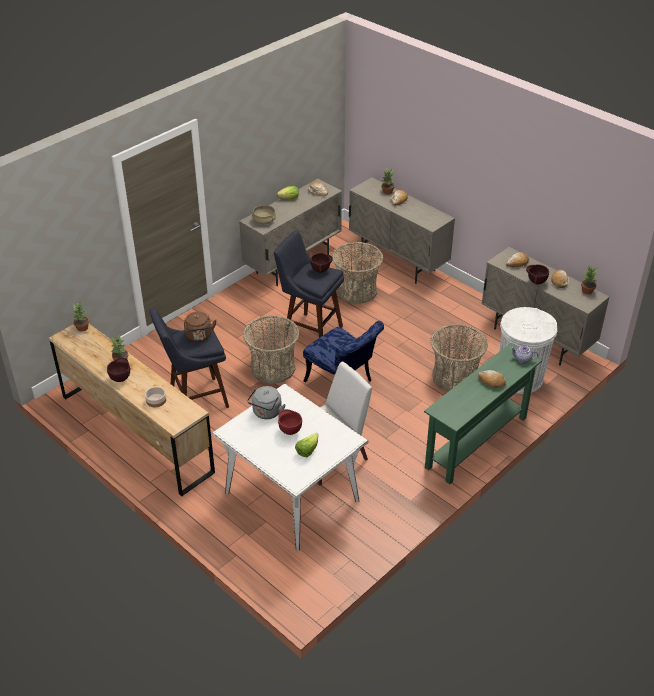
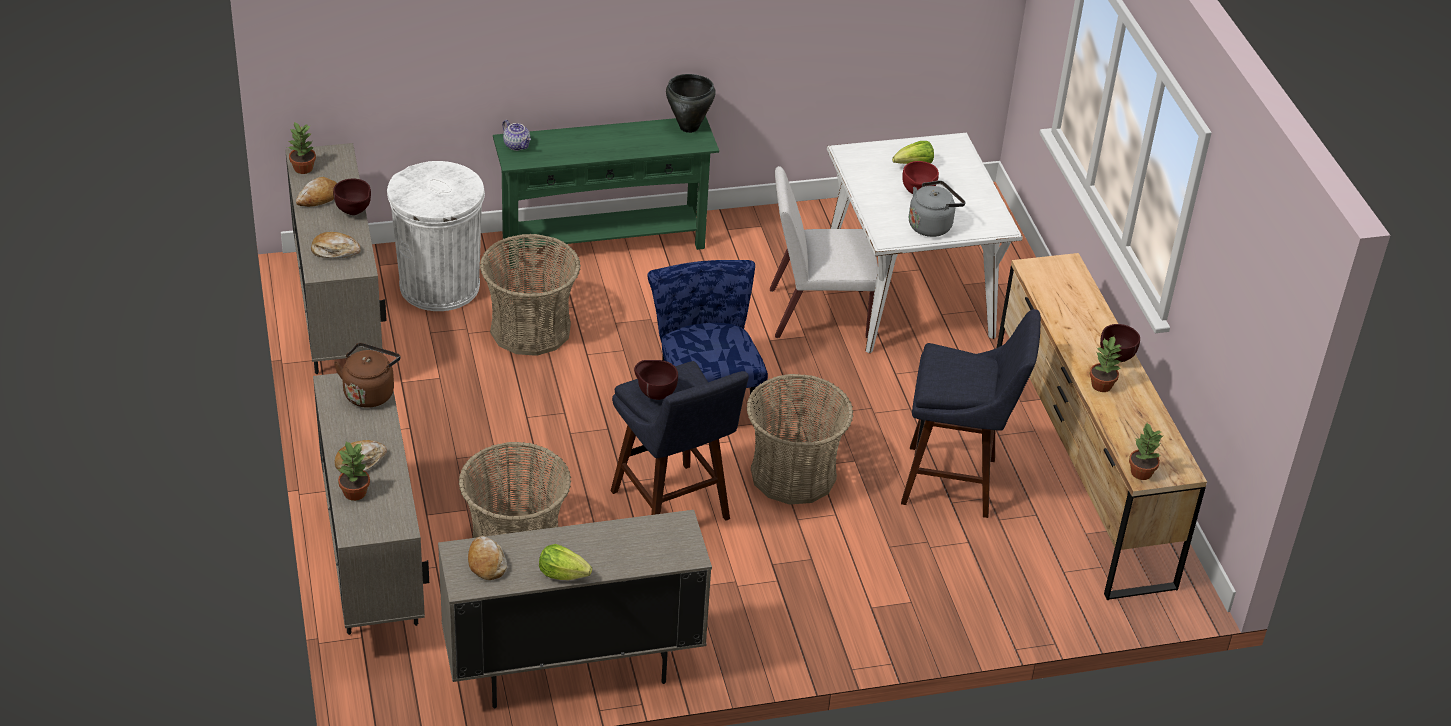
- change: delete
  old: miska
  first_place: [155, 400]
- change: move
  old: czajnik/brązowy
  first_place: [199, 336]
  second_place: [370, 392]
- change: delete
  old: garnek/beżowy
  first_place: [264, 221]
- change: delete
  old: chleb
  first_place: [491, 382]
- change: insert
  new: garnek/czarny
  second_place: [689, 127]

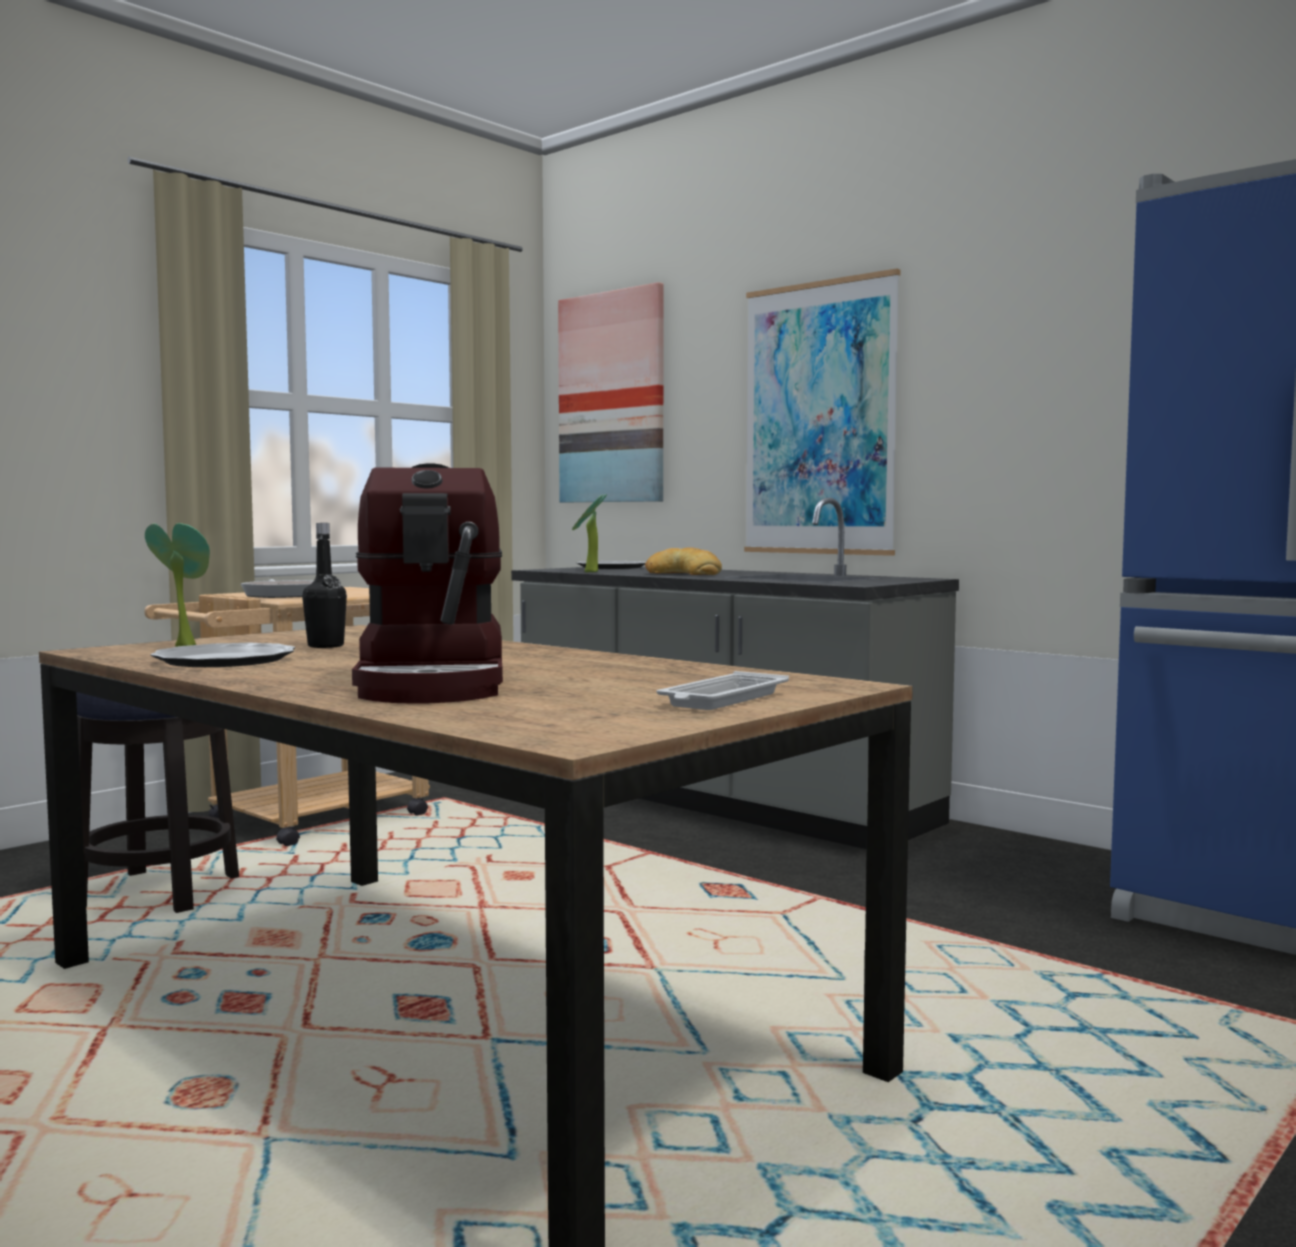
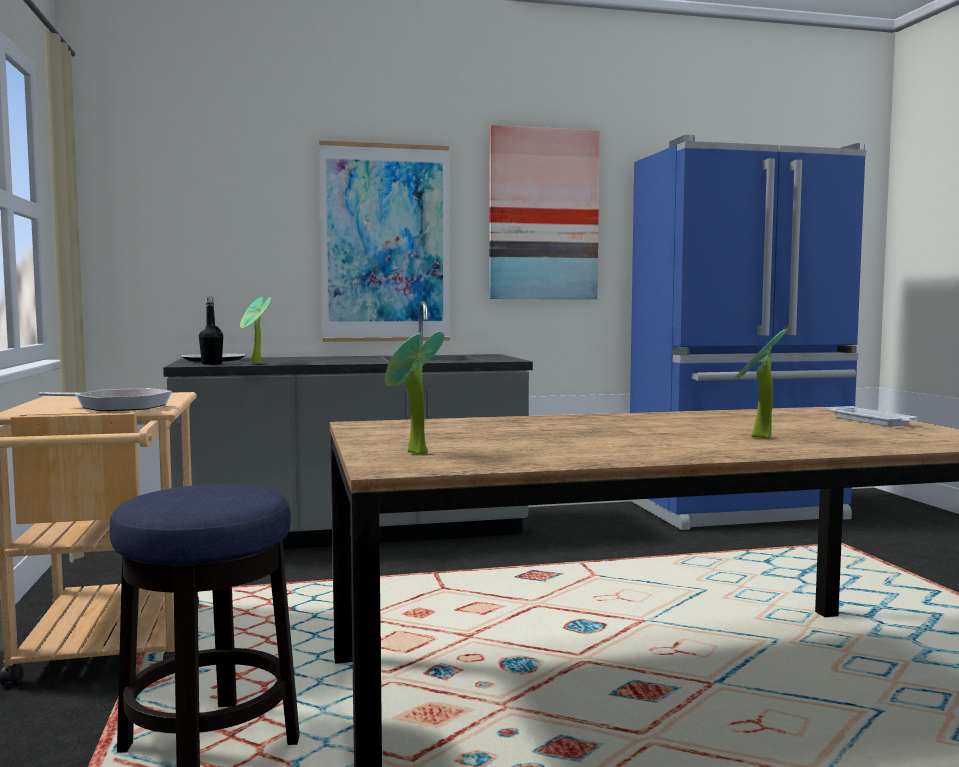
- change: delete
  old: talerz
  first_place: [224, 660]
- change: move
  old: butelka/czarny
  first_place: [325, 646]
  second_place: [211, 364]
- change: replace
  old: ekspres do kawy
  new: roślina doniczkowa
  first_place: [435, 683]
  second_place: [758, 438]
- change: move
  old: obraz
  first_place: [612, 398]
  second_place: [543, 214]
- change: delete
  old: chleb
  first_place: [685, 573]

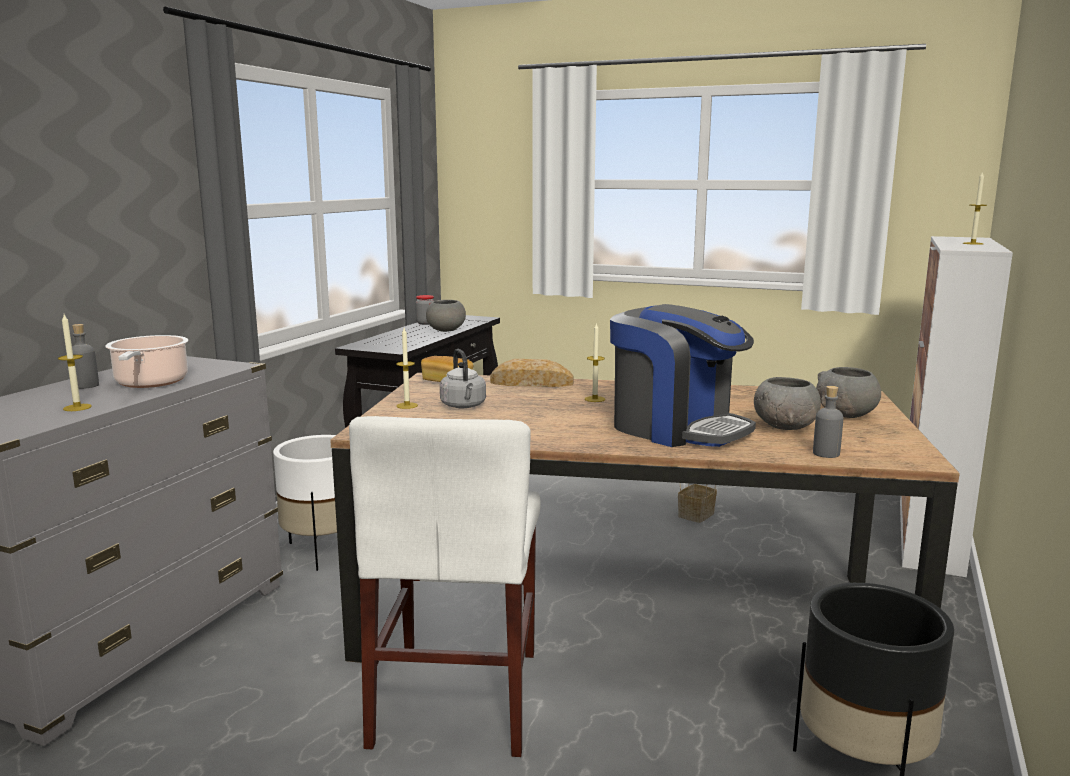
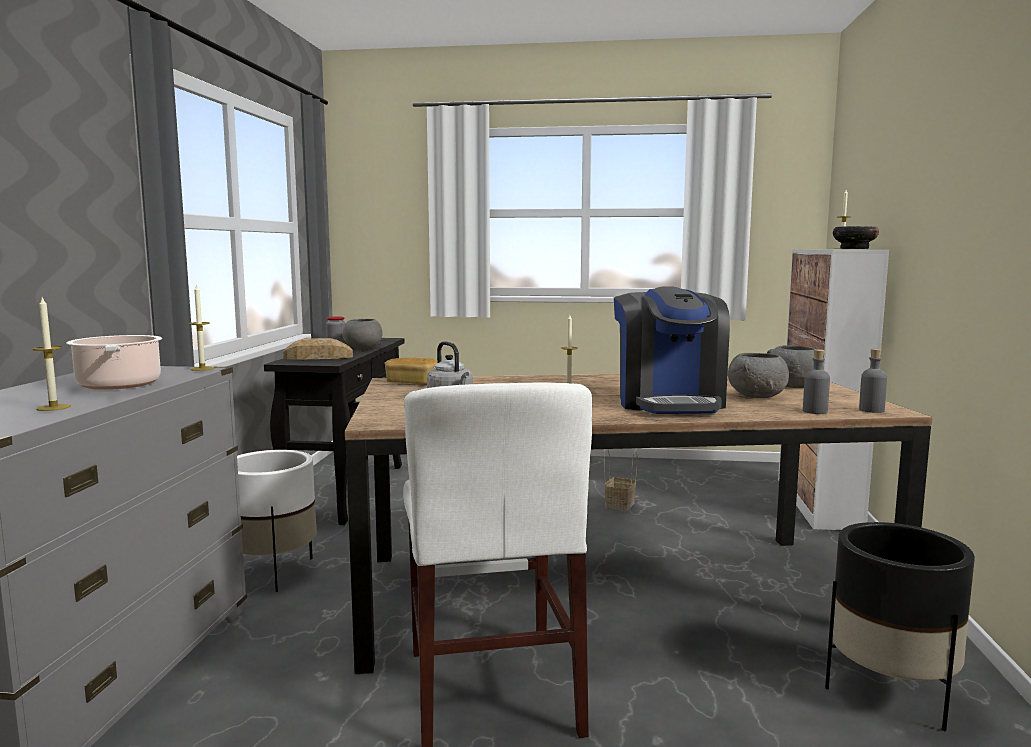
- change: move
  old: butelka/szary
  first_place: [86, 386]
  second_place: [871, 410]
- change: move
  old: świeca
  first_place: [407, 405]
  second_place: [202, 368]
- change: move
  old: chleb
  first_place: [531, 383]
  second_place: [318, 357]
- change: rotate
  old: ekspres do kawy
  first_place: [677, 428]
  second_place: [669, 403]
  degrees: 60
- change: insert
  new: miska
  second_place: [853, 249]

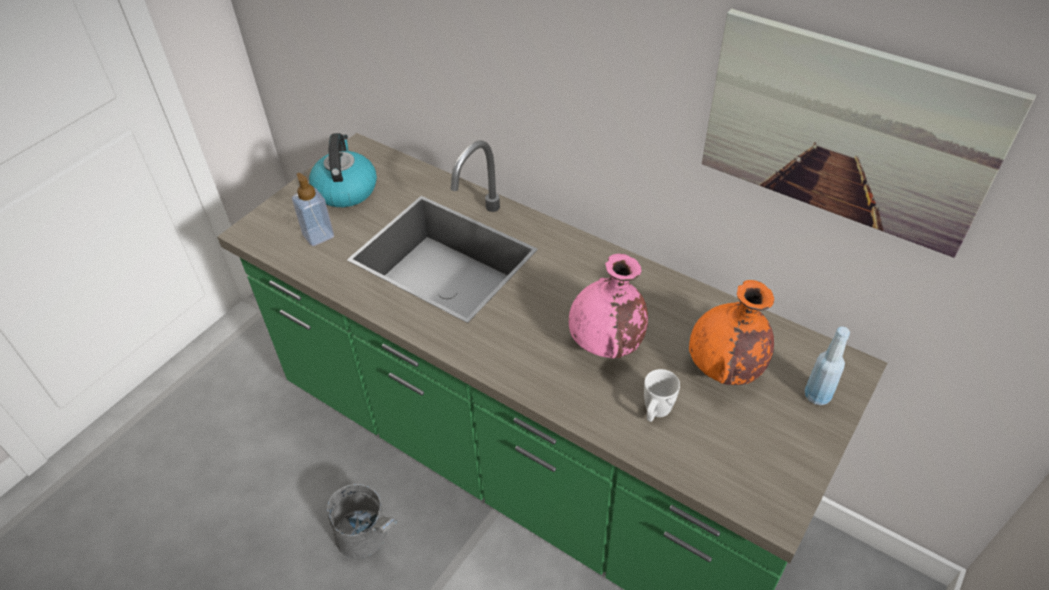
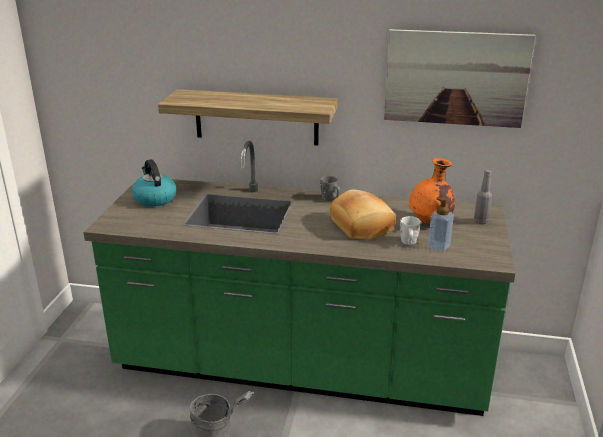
- change: move
  old: dozownik mydła
  first_place: [318, 235]
  second_place: [438, 246]
- change: replace
  old: wazon/różowy
  new: chleb
  first_place: [607, 345]
  second_place: [363, 226]
- change: recolor
  old: butelka/niebieski
  new: butelka/szary
  first_place: [817, 396]
  second_place: [481, 221]
- change: insert
  new: półka
  second_place: [256, 117]
- change: insert
  new: kubek/szary
  second_place: [330, 199]

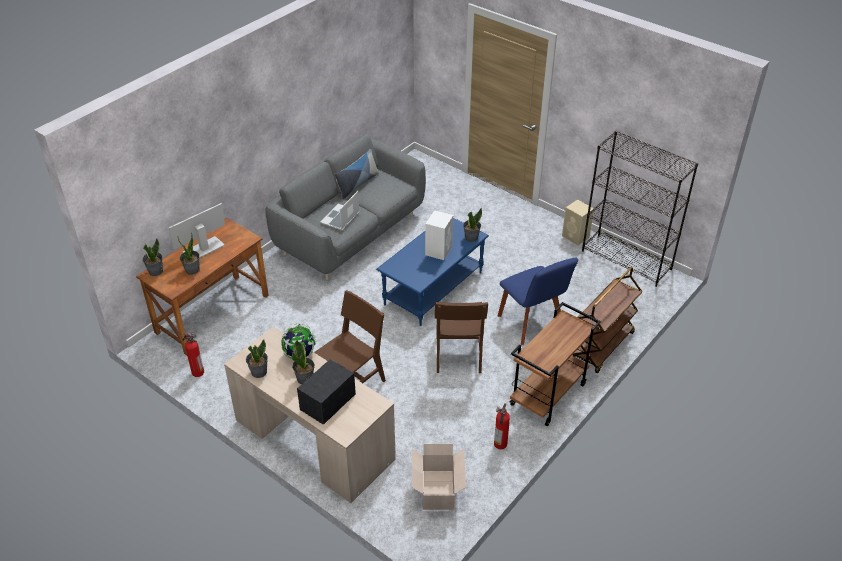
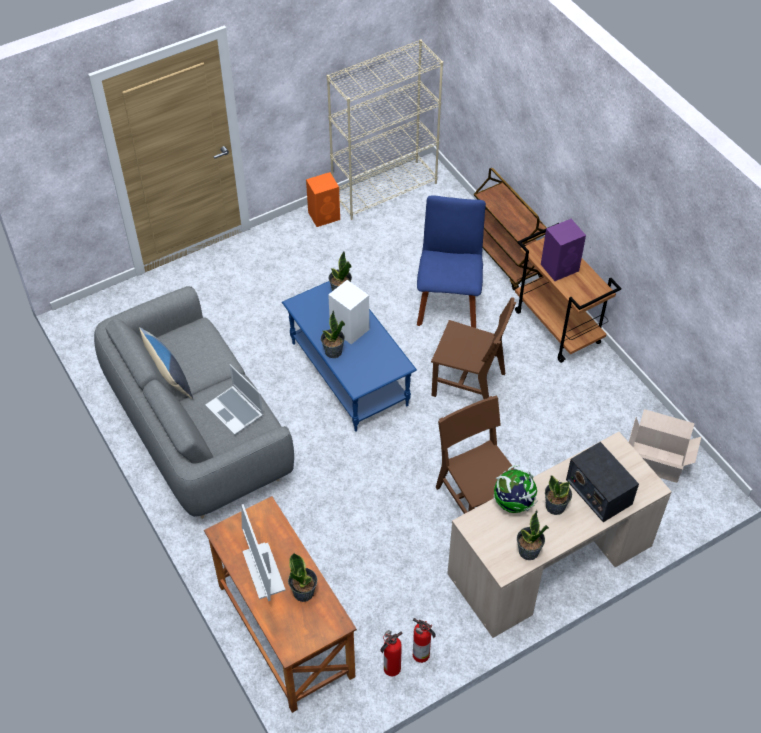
- change: move
  old: roślina doniczkowa
  first_place: [155, 271]
  second_place: [333, 351]
- change: move
  old: gaśnica
  first_place: [500, 444]
  second_place: [422, 655]
- change: rotate
  old: krzesło/niebieski
  first_place: [532, 324]
  second_place: [448, 303]
  degrees: -75
- change: recolor
  old: głośnik/beżowy
  new: głośnik/pomarańczowy
  first_place: [576, 237]
  second_place: [325, 215]
- change: recolor
  old: regał/czarny
  new: regał/beżowy
  first_place: [627, 260]
  second_place: [385, 189]
- change: insert
  new: głośnik/fioletowy
  second_place: [560, 267]

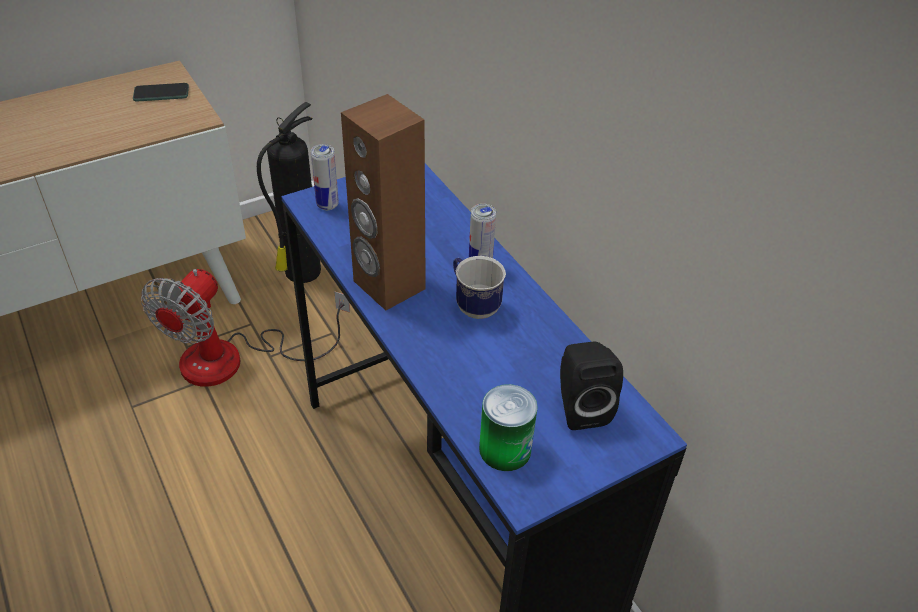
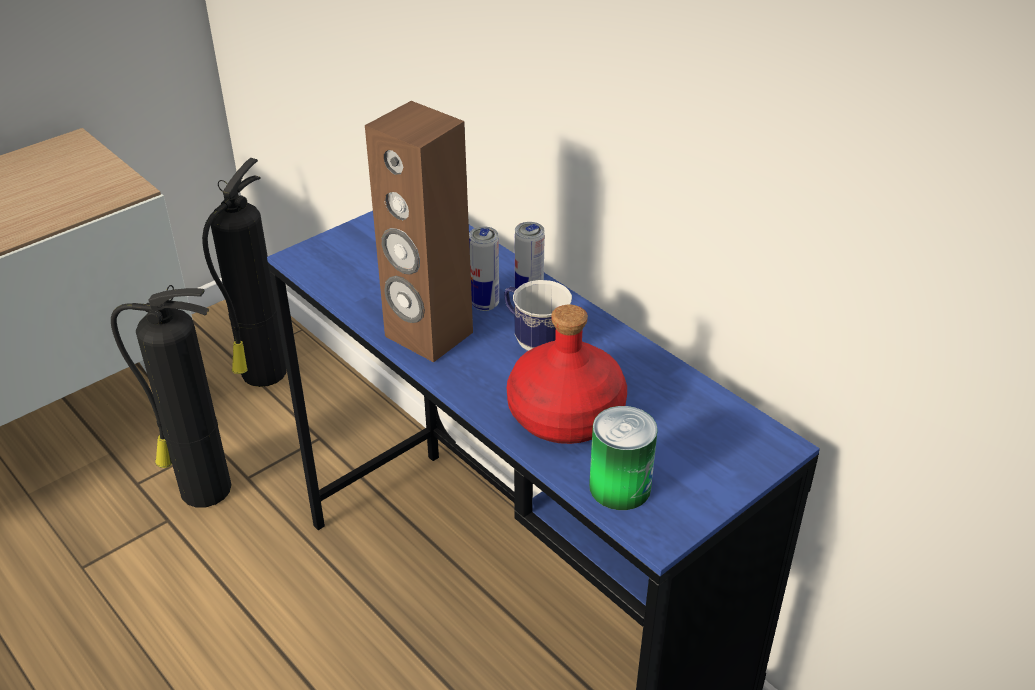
- change: delete
  old: telefon
  first_place: [161, 93]
- change: replace
  old: wentylator
  new: gaśnica
  first_place: [234, 359]
  second_place: [202, 489]
- change: move
  old: puszka
  first_place: [327, 205]
  second_place: [485, 304]
- change: delete
  old: głośnik/czarny
  first_place: [580, 407]
- change: insert
  new: butelka/czerwony
  second_place: [566, 415]

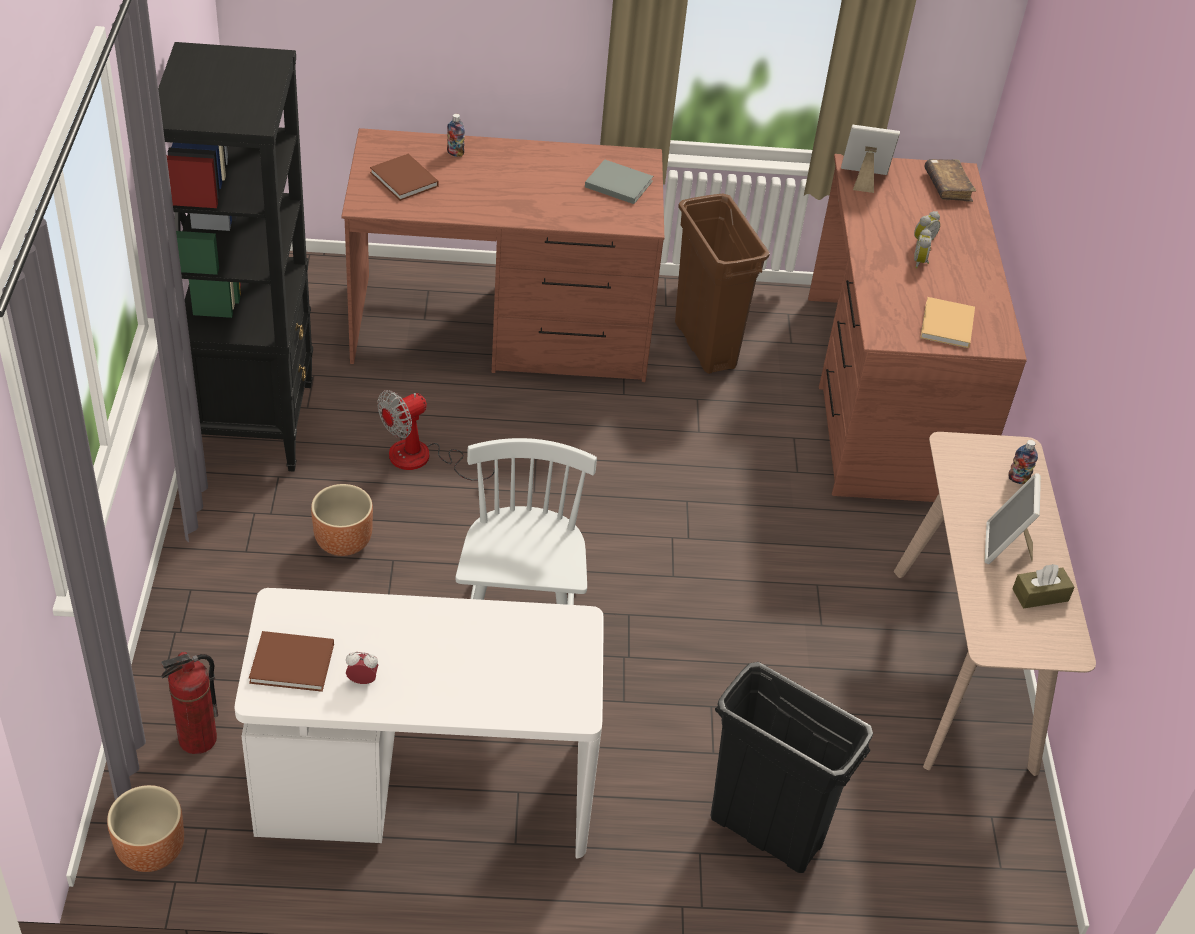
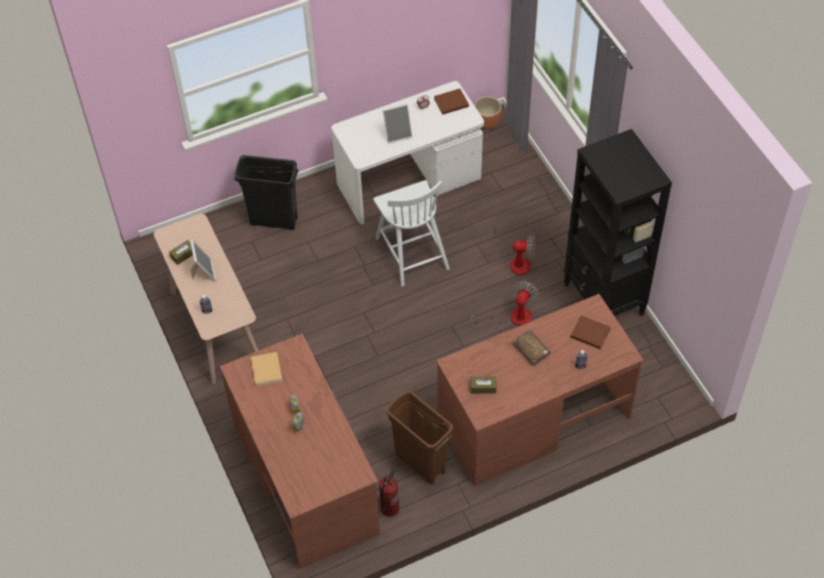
- change: move
  old: gaśnica
  first_place: [197, 740]
  second_place: [389, 508]
- change: replace
  old: donica/brązowy
  new: wentylator
  first_place: [343, 542]
  second_place: [515, 261]
- change: replace
  old: książka/szary
  new: pudełko chusteczek/brązowy
  first_place: [617, 183]
  second_place: [483, 388]
- change: move
  old: ramka na zdjęcie
  first_place: [863, 179]
  second_place: [397, 134]
- change: move
  old: książka/brązowy
  first_place: [947, 187]
  second_place: [531, 350]

